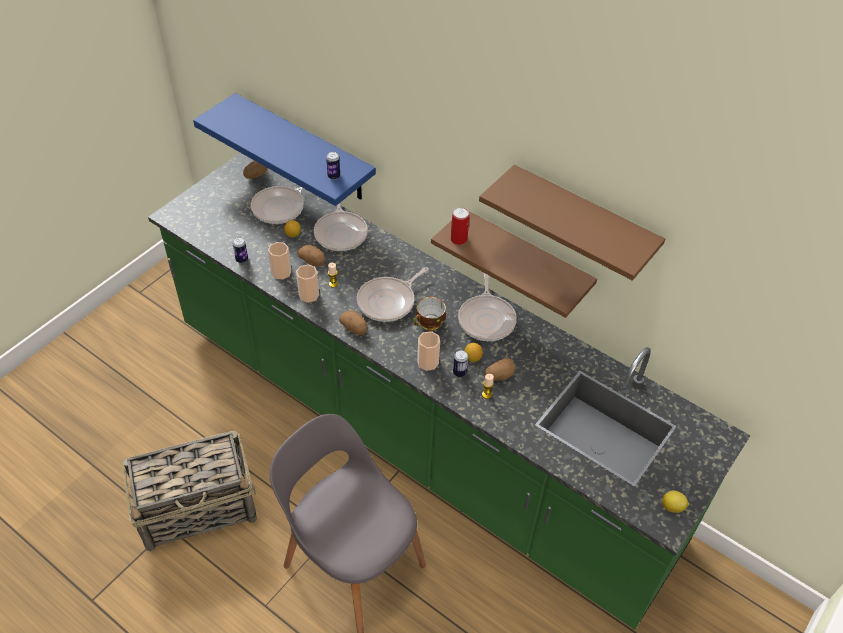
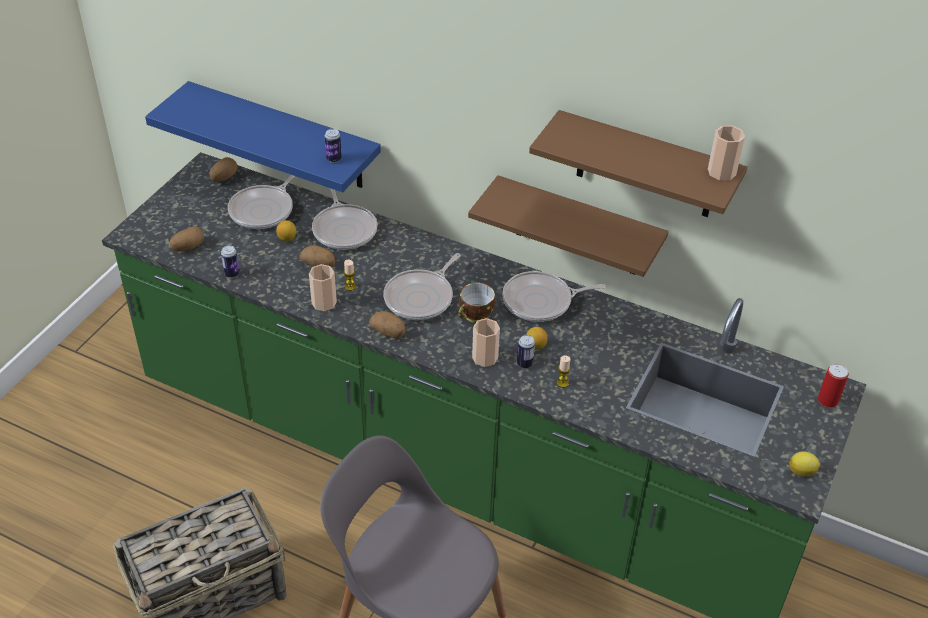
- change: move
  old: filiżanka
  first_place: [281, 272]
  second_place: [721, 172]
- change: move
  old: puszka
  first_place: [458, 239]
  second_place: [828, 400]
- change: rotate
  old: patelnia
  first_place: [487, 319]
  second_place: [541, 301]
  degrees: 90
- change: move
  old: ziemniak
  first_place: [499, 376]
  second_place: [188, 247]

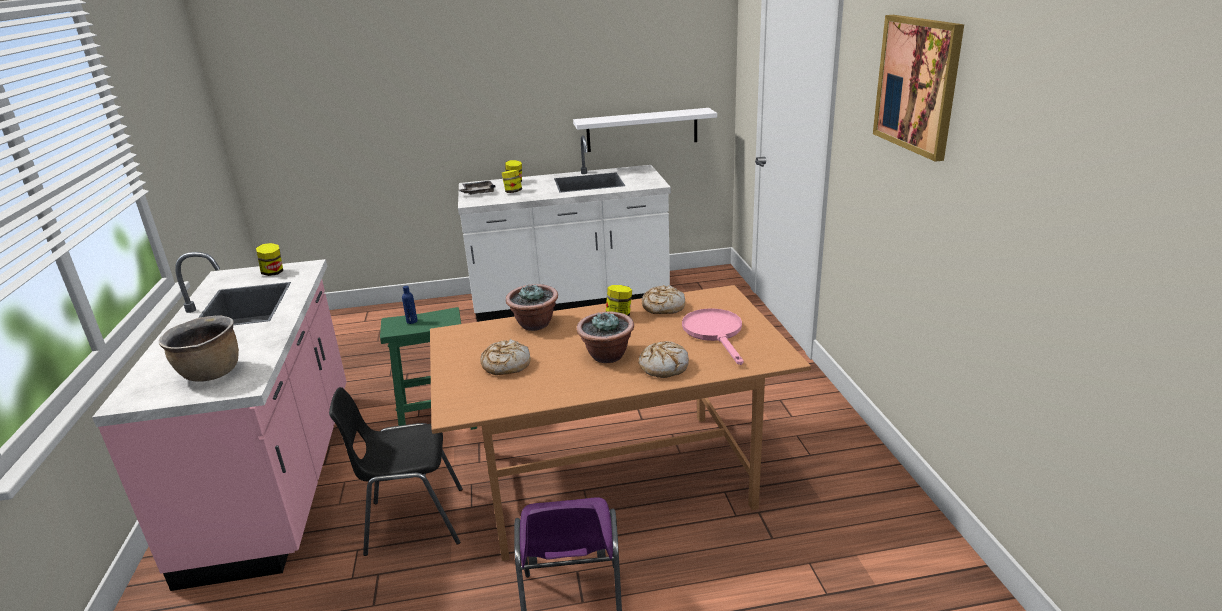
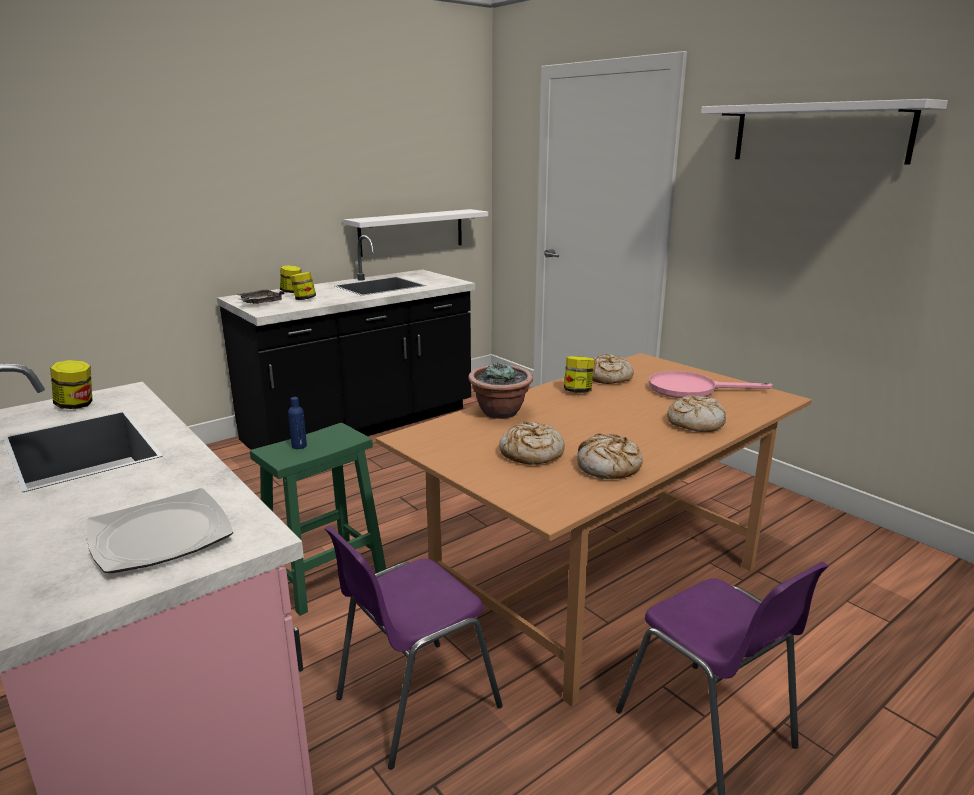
- change: replace
  old: garnek/brązowy
  new: talerz
  first_place: [210, 374]
  second_place: [162, 535]
- change: recolor
  old: krzesło/czarny
  new: krzesło/fioletowy
  first_place: [412, 521]
  second_place: [413, 703]
- change: recolor
  old: zabudowa kuchenna/biały
  new: zabudowa kuchenna/czarny
  first_place: [570, 300]
  second_place: [361, 426]
- change: delete
  old: roślina doniczkowa
  first_place: [607, 356]
- change: rotate
  old: patelnia/różowy
  first_place: [715, 333]
  second_place: [691, 389]
  degrees: -45
- change: replace
  old: obraz
  new: półka/biały
  first_place: [917, 84]
  second_place: [819, 133]
- change: insert
  new: chleb
  second_place: [608, 467]

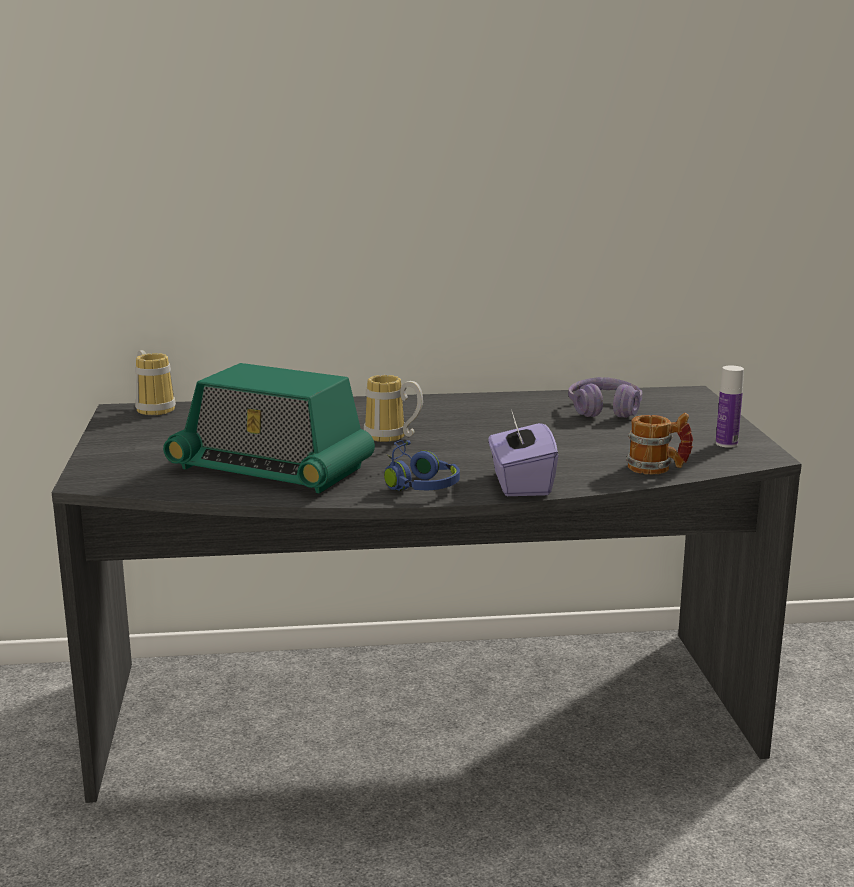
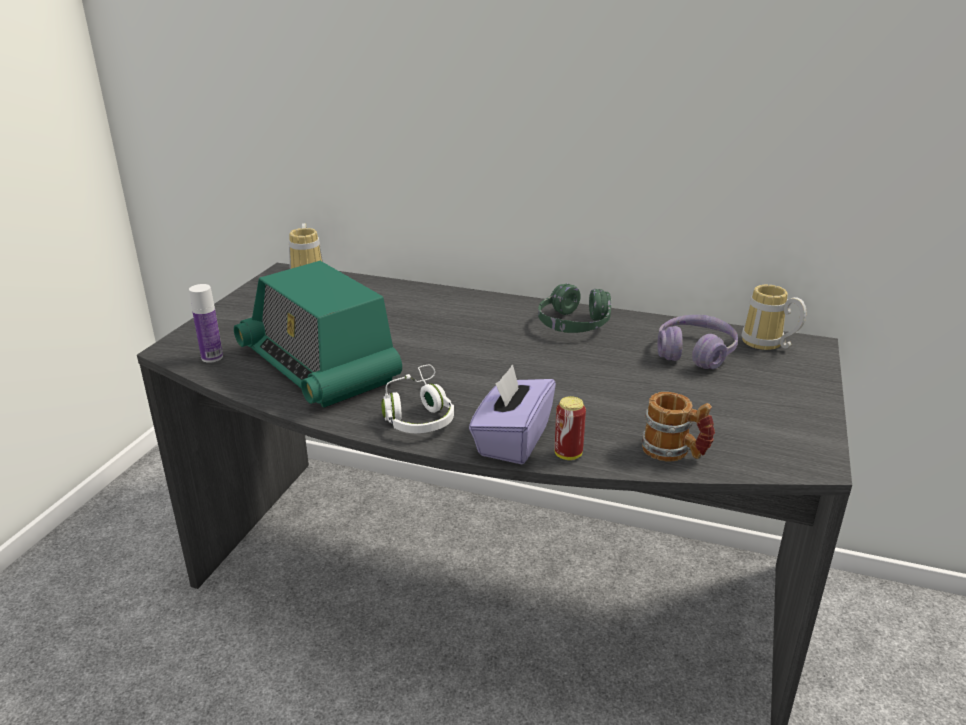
- change: move
  old: kubek
  first_place: [390, 437]
  second_place: [765, 344]
- change: recolor
  old: słuchawki/niebieski
  new: słuchawki/biały
  first_place: [416, 483]
  second_place: [419, 414]
- change: move
  old: butelka
  first_place: [726, 444]
  second_place: [212, 357]
- change: insert
  new: słuchawki/zielony
  second_place: [574, 324]
- change: insert
  new: puszka
  second_place: [568, 454]

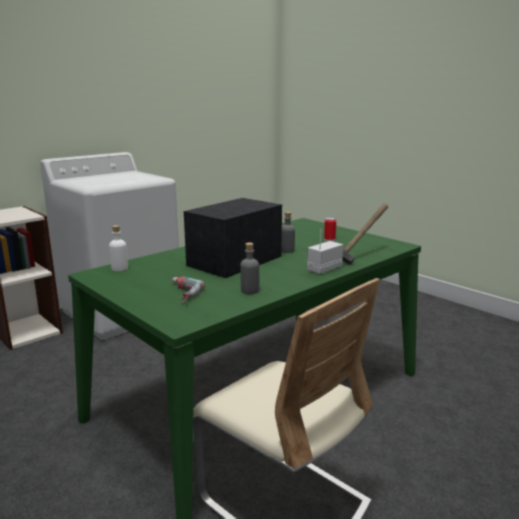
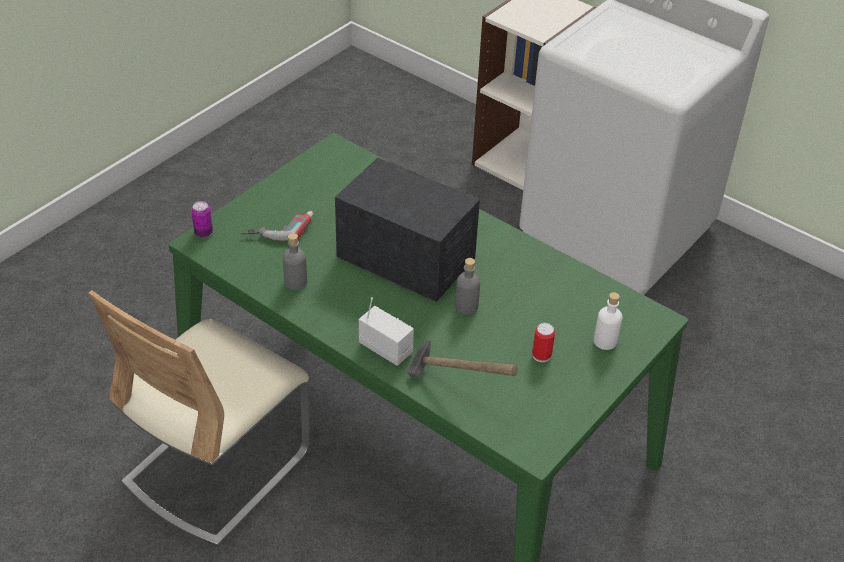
- change: move
  old: butelka/biały
  first_place: [119, 268]
  second_place: [605, 341]
- change: insert
  new: puszka
  second_place: [203, 233]

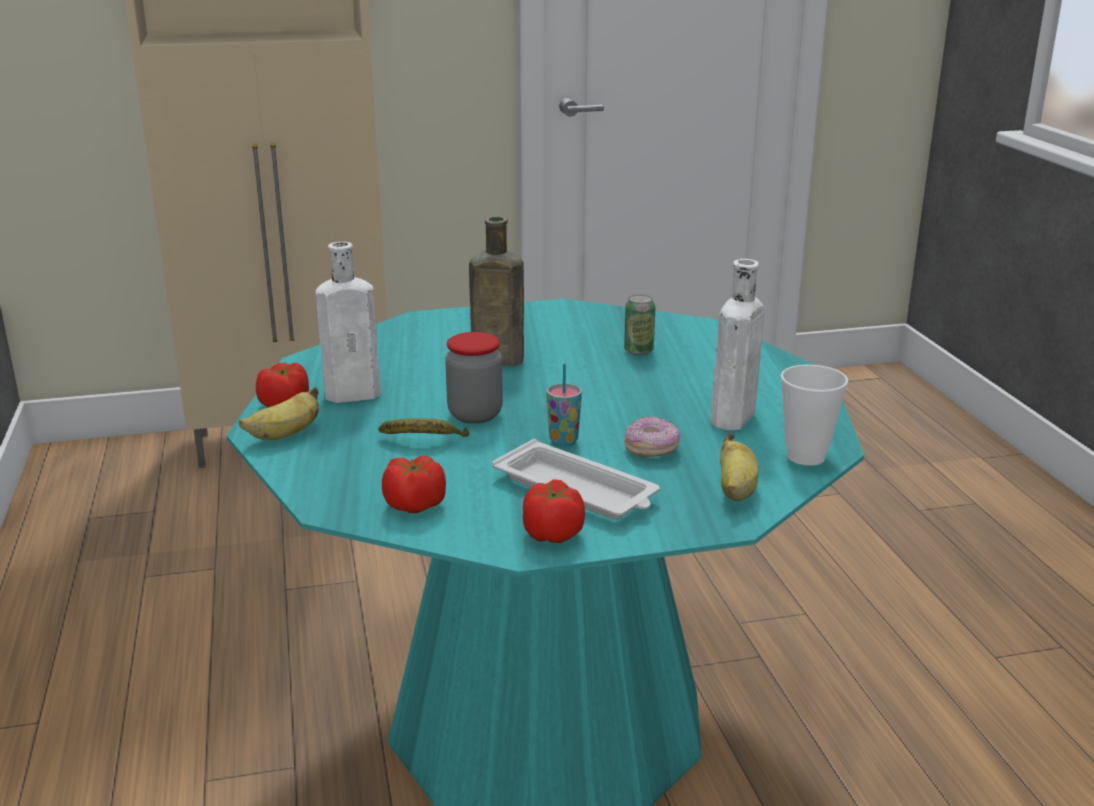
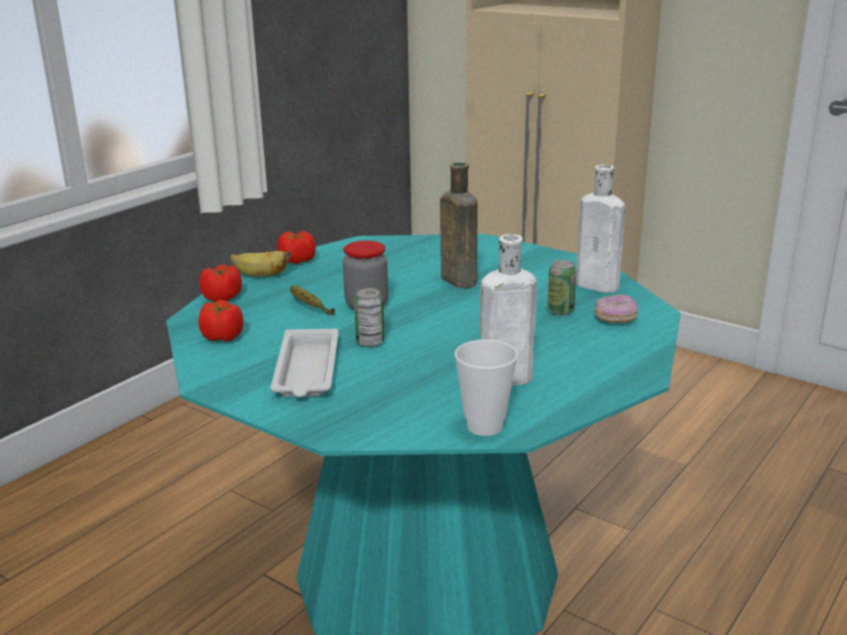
- change: move
  old: butelka/biały
  first_place: [357, 394]
  second_place: [600, 286]
- change: move
  old: pomidor
  first_place: [553, 533]
  second_place: [222, 298]
- change: replace
  old: filiżanka
  new: puszka
  first_place: [563, 442]
  second_place: [370, 342]
- change: move
  old: donut
  first_place: [651, 449]
  second_place: [615, 319]
- change: delete
  old: banan
  first_place: [736, 491]

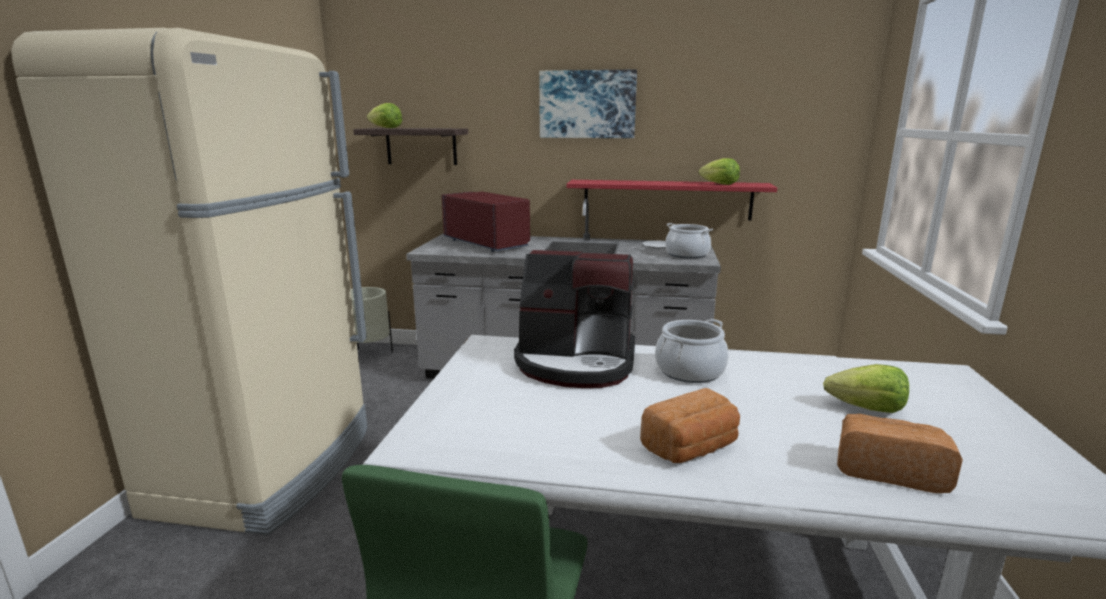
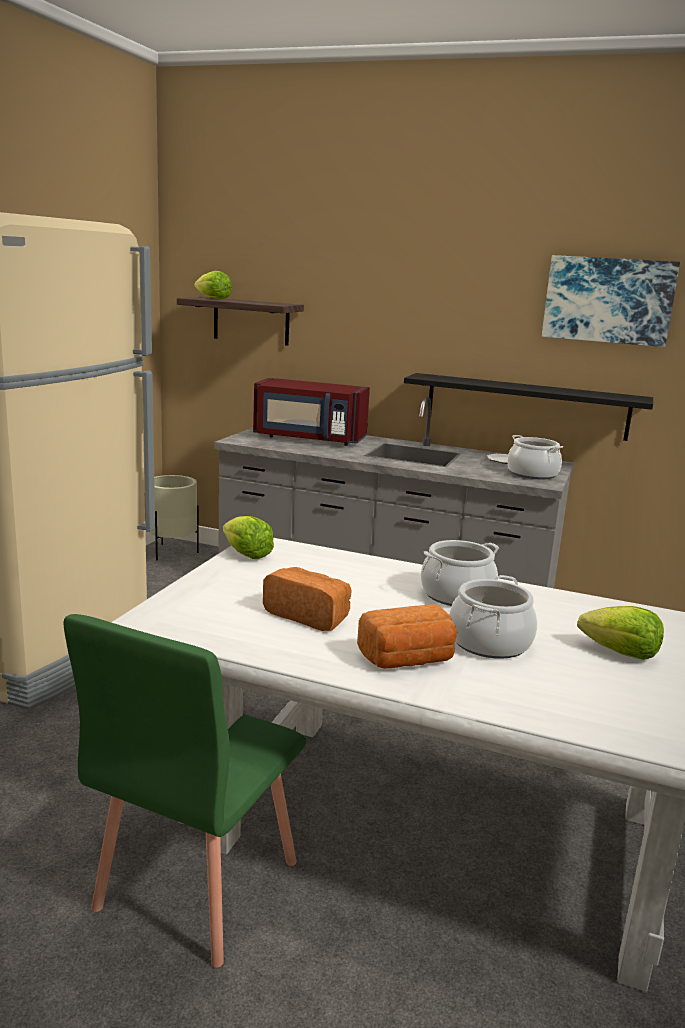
- change: rotate
  old: mikrofalówka/czerwony
  first_place: [487, 243]
  second_place: [309, 439]
  degrees: 135
- change: delete
  old: ekspres do kawy
  first_place: [576, 362]
- change: move
  old: obraz
  first_place: [587, 104]
  second_place: [608, 300]
- change: recolor
  old: półka/czerwony
  new: półka/czarny
  first_place: [667, 199]
  second_place: [526, 406]
- change: move
  old: sałata
  first_place: [719, 184]
  second_place: [246, 554]
- change: move
  old: chleb
  first_place: [888, 470]
  second_place: [309, 615]
- change: insert
  new: garnek
  second_place: [490, 642]

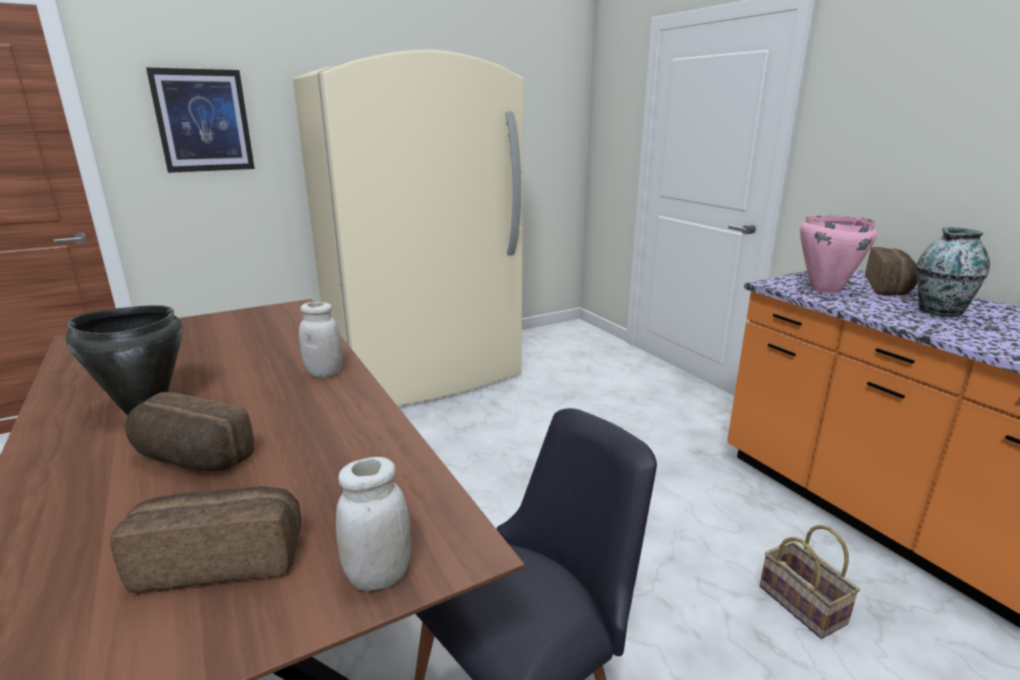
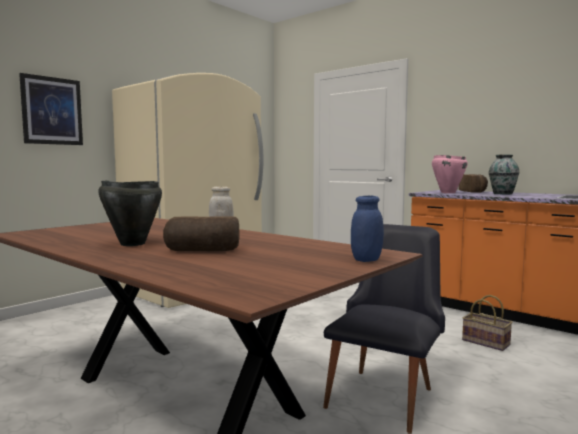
- change: delete
  old: chleb
  first_place: [221, 558]
- change: recolor
  old: słoik/biały
  new: słoik/niebieski
  first_place: [378, 576]
  second_place: [366, 260]

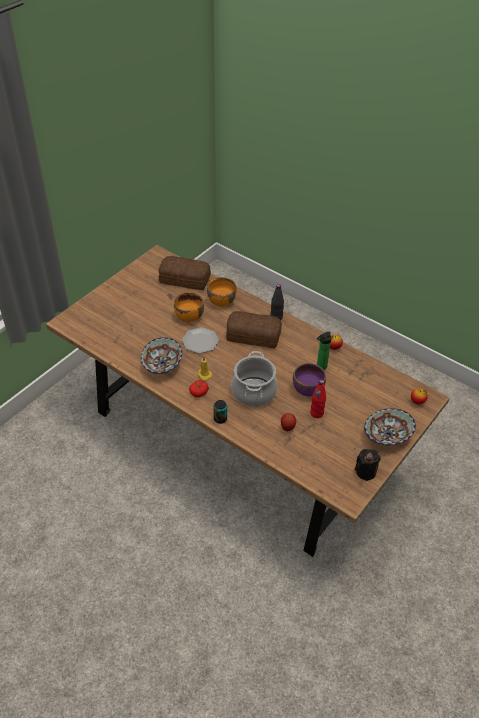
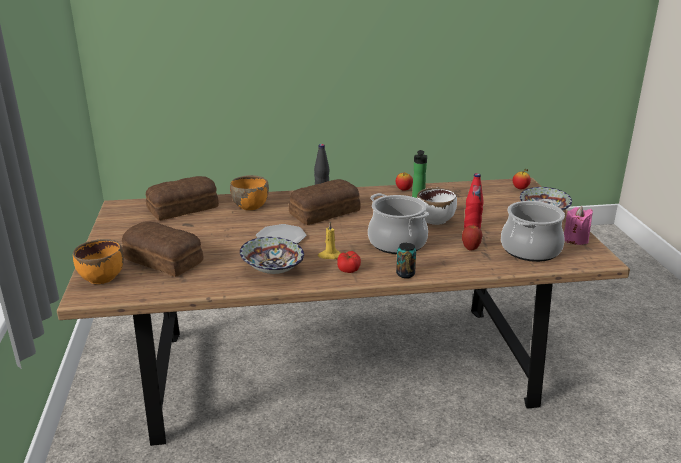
- change: move
  old: miska/pomarańczowy
  first_place: [189, 316]
  second_place: [102, 277]
- change: recolor
  old: miska/fioletowy
  new: miska/biały
  first_place: [307, 389]
  second_place: [435, 220]
- change: recolor
  old: świeca/czarny
  new: świeca/różowy
  first_place: [365, 471]
  second_place: [575, 239]
- change: insert
  new: chleb
  second_place: [163, 259]
- change: insert
  new: garnek
  second_place: [530, 250]

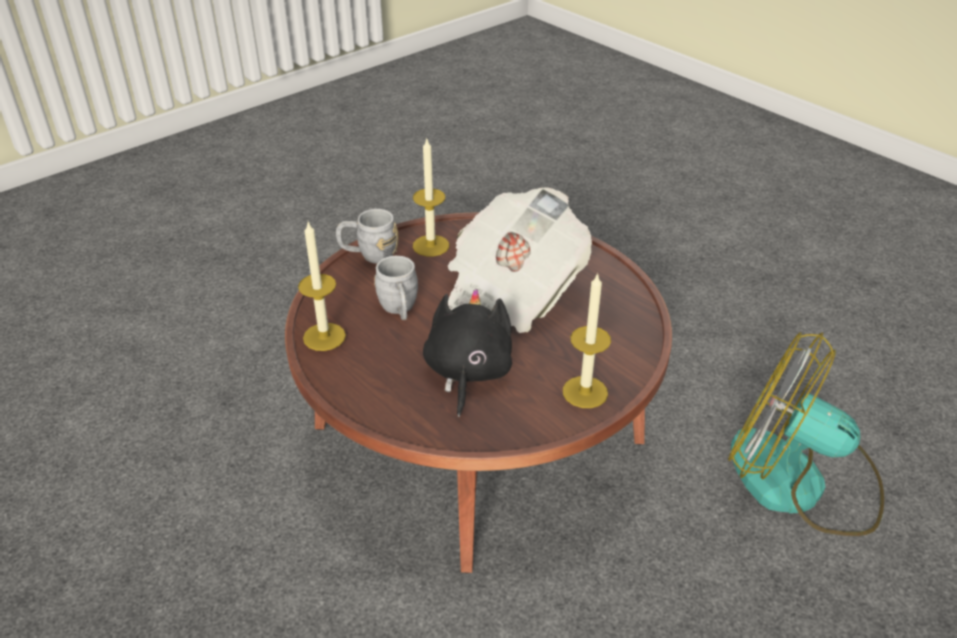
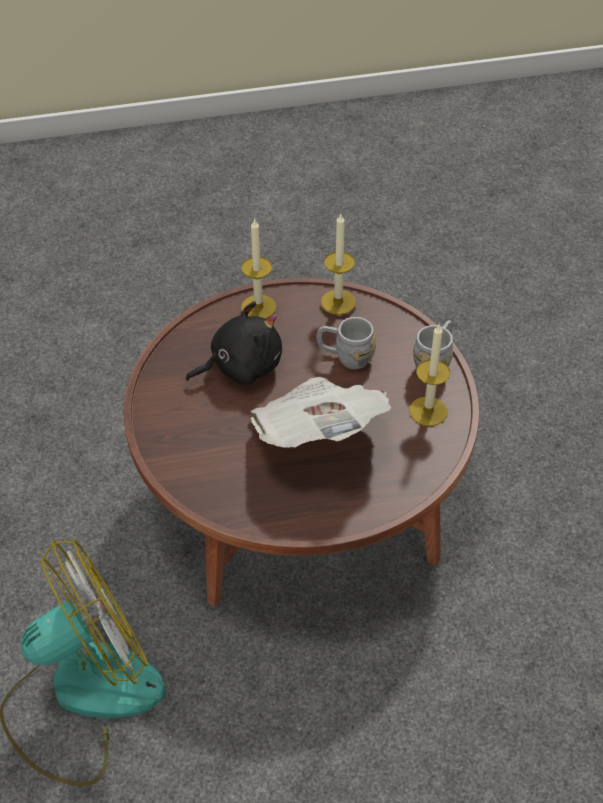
- change: rotate
  old: pluszak/czarny
  first_place: [467, 373]
  second_place: [241, 366]
  degrees: -60
- change: move
  old: świeca
  first_place: [585, 392]
  second_place: [258, 307]

